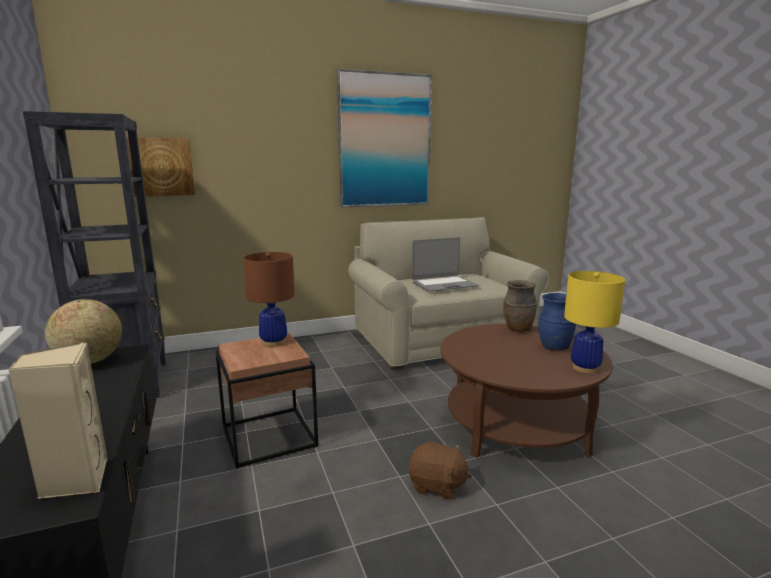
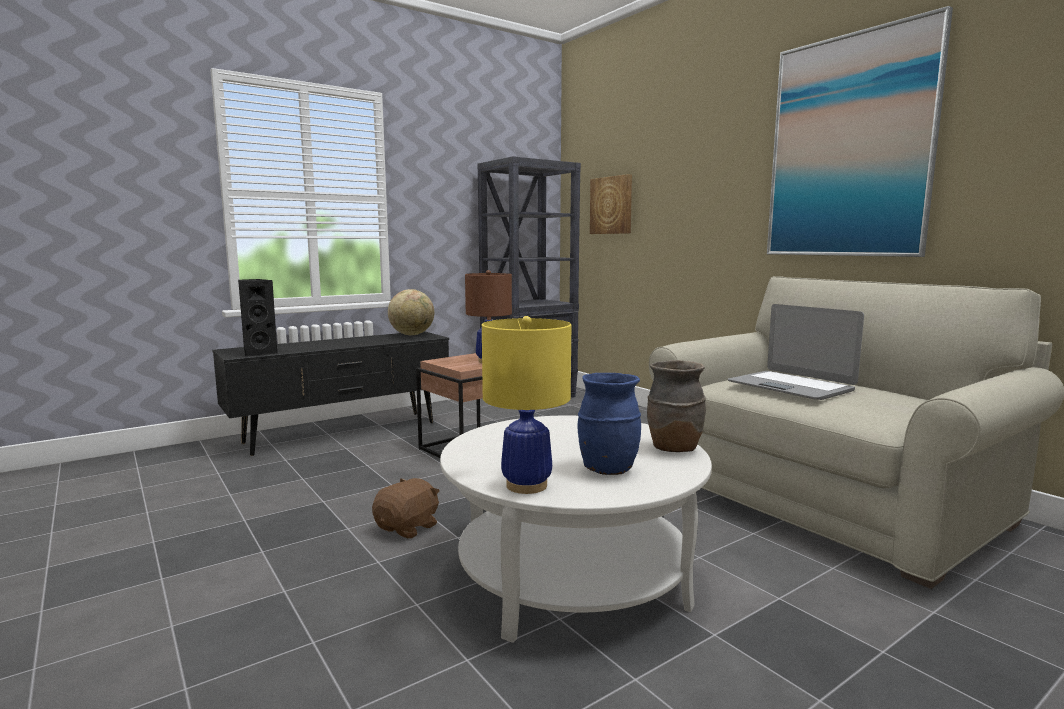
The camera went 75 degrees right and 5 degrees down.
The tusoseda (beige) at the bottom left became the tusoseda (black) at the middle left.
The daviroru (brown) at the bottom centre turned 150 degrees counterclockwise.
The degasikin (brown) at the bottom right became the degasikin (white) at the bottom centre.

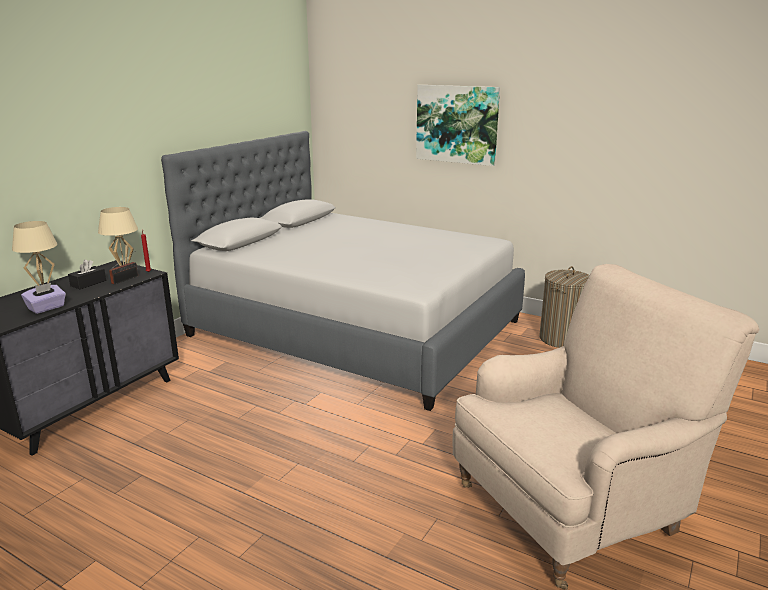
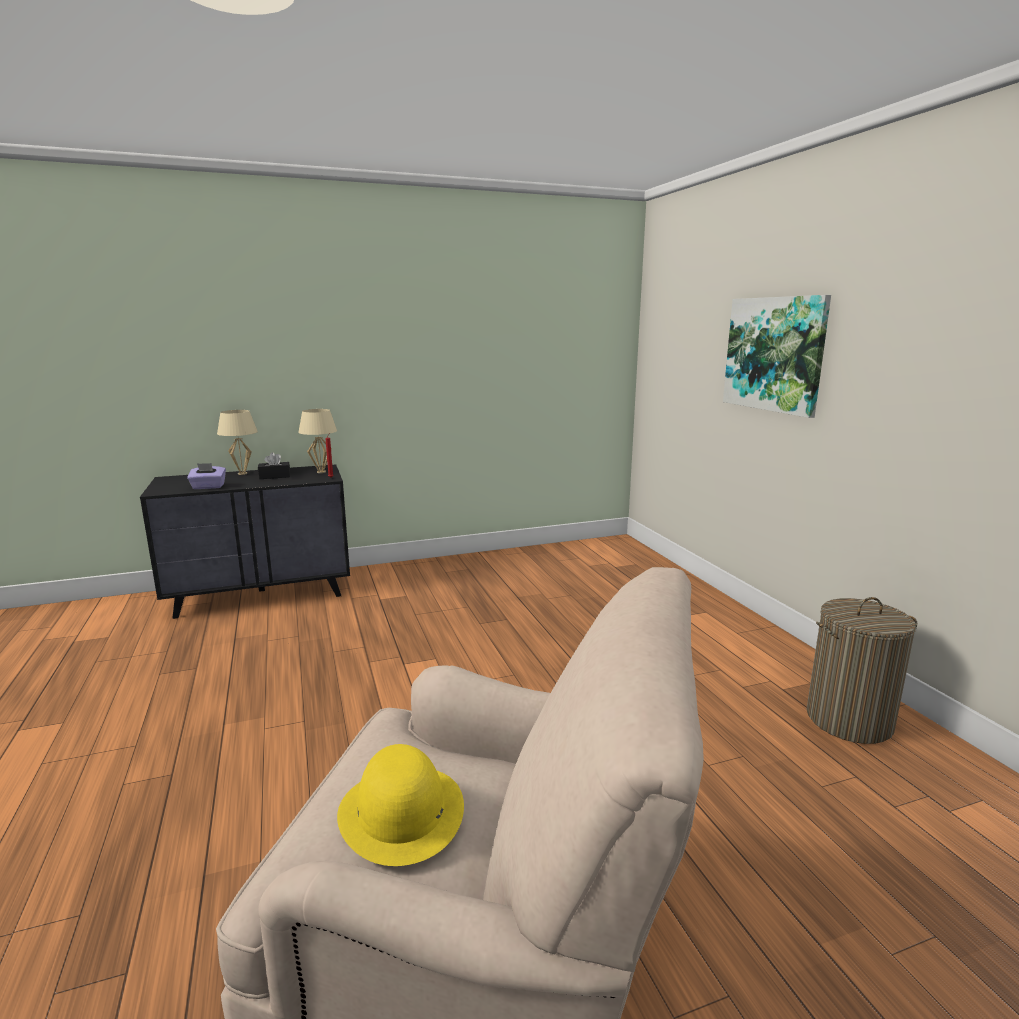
The camera went 40 degrees right and 5 degrees down.
The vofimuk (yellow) at the bottom centre appeared.
The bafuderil at the middle left disappeared.
The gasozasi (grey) at the centre disappeared.

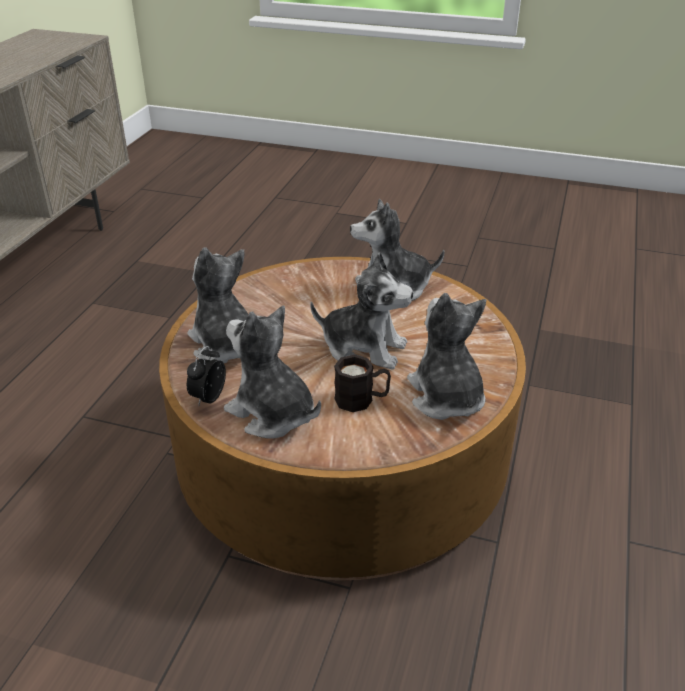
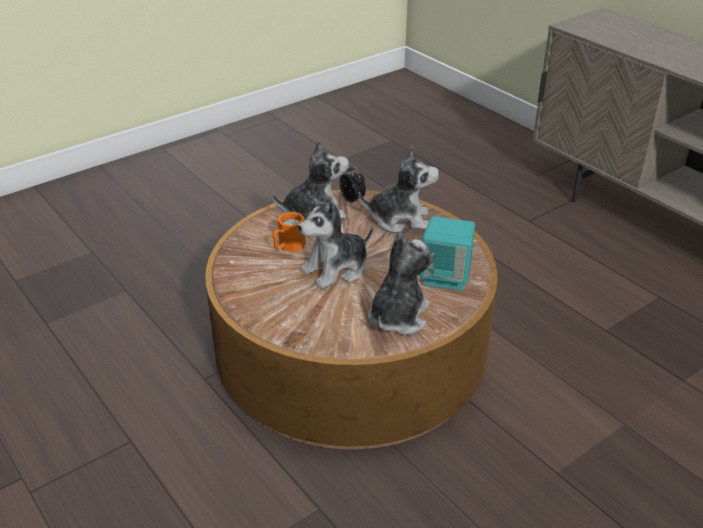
The camera went 125 degrees right and 0 degrees up.
The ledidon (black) at the centre became the ledidon (orange) at the centre.
The tusoseda (turquoise) at the centre appeared.
The daviroru (no. 5 from left) at the centre disappeared.

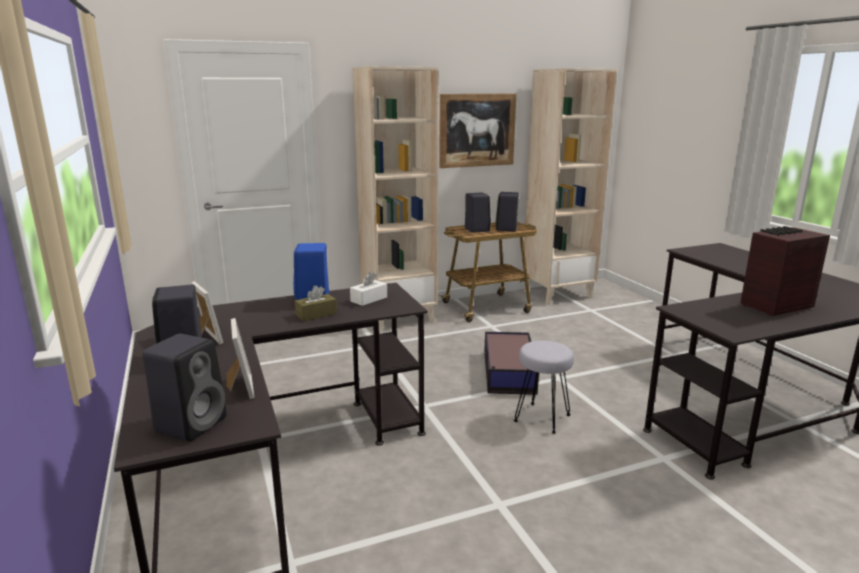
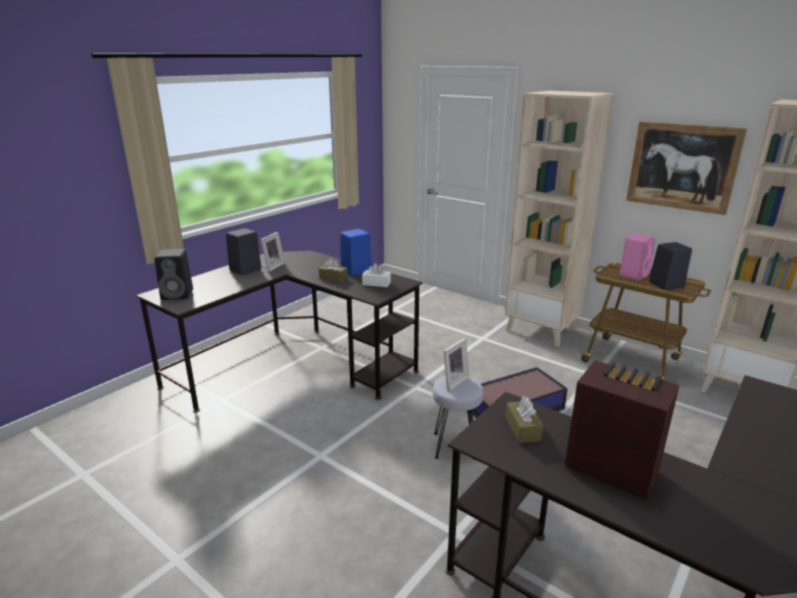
The camera went 60 degrees right and 5 degrees up.
The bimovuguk (no. 2 from left) moved from the middle left to the centre.
The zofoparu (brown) (no. 2 from left) at the bottom centre appeared.
The tusoseda (black) (no. 3 from left) at the centre became the tusoseda (pink) at the middle right.

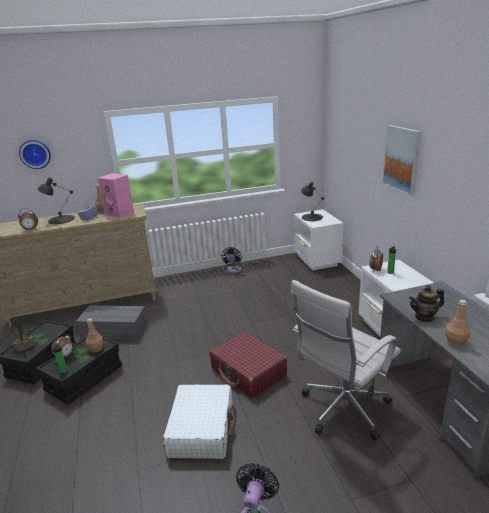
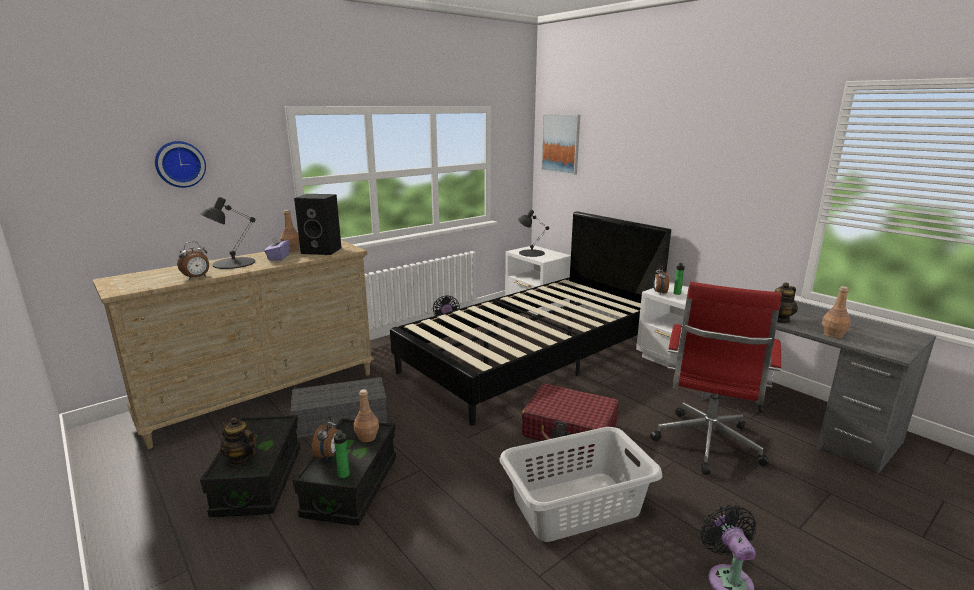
The camera went 25 degrees left and 5 degrees down.
The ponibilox at the middle left was replaced by the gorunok (no. 1 from left) at the bottom left.
The tusoseda (pink) at the middle left became the tusoseda (black) at the middle left.
The gasozasi (black) at the centre appeared.
The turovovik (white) at the bottom centre was replaced by the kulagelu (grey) at the bottom centre.
The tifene moved from the top right to the top centre.
The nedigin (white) at the bottom right became the nedigin (red) at the middle right.

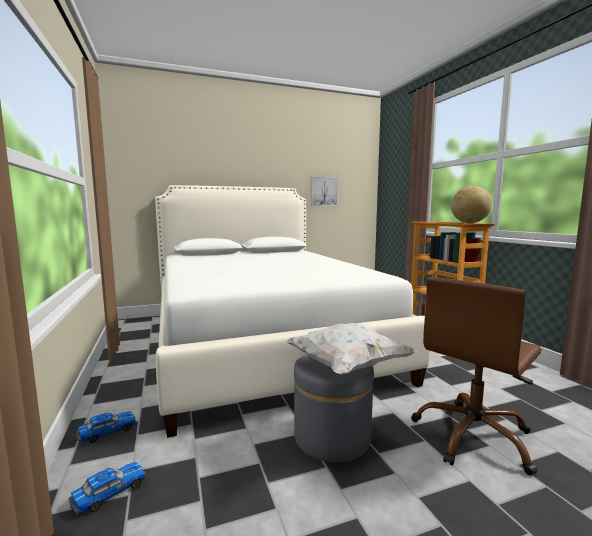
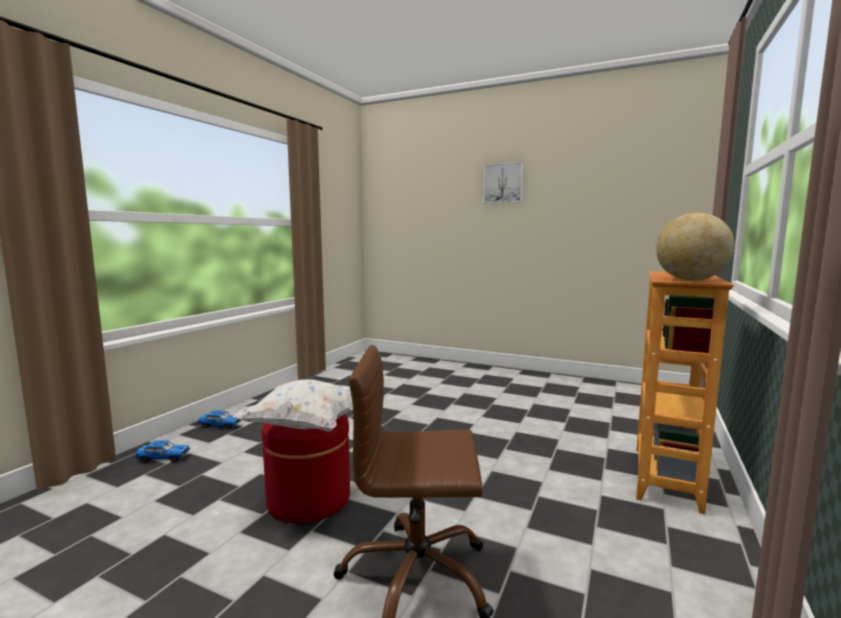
The camera went 45 degrees right and 0 degrees up.
The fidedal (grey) at the bottom centre became the fidedal (red) at the bottom centre.
The tifene moved from the centre to the top centre.
The gasozasi (white) at the centre disappeared.

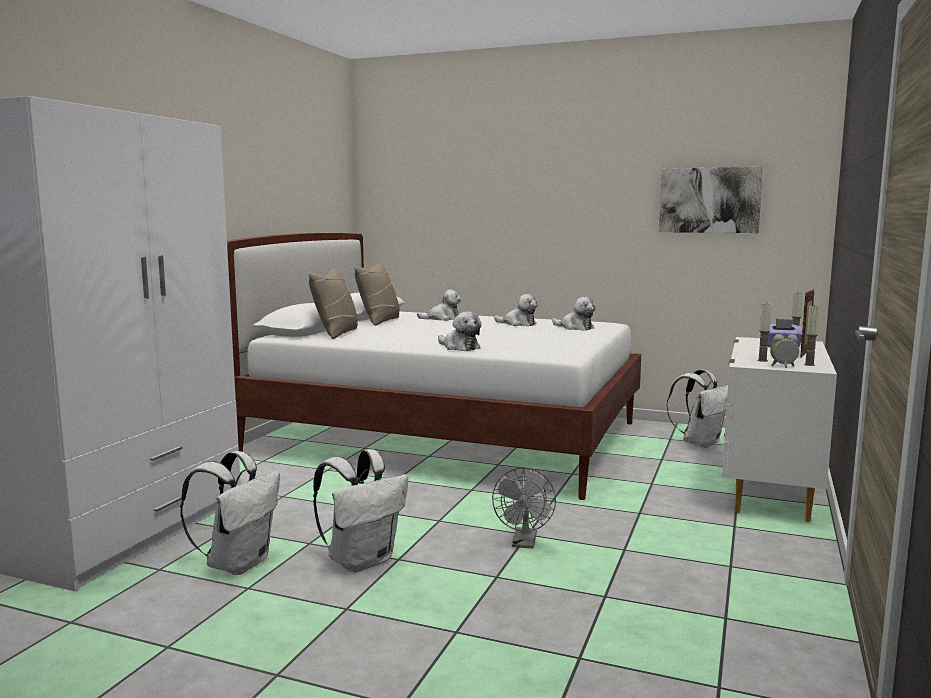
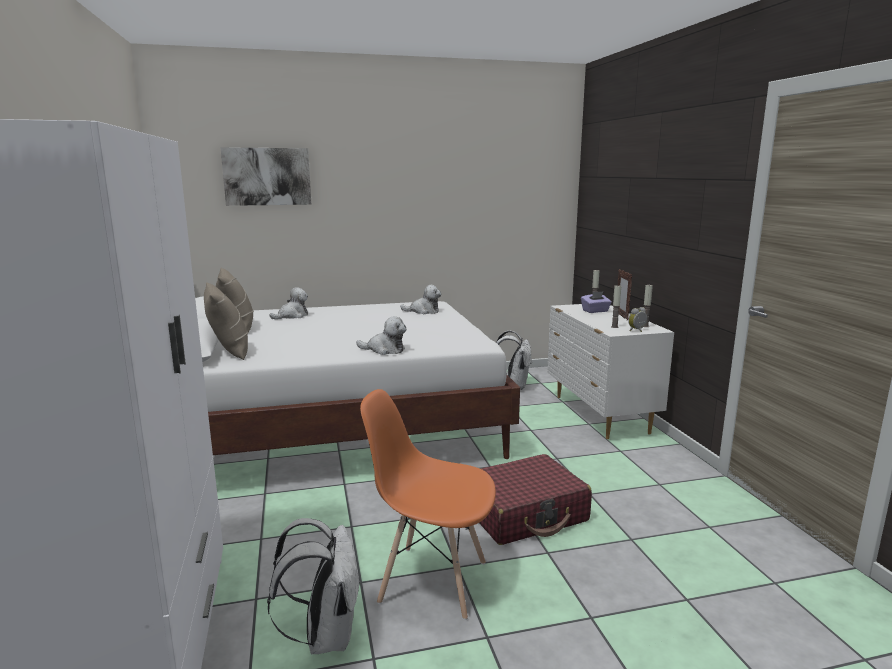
The camera went 35 degrees left and 5 degrees up.
The tifene moved from the top right to the top left.
The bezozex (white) (no. 2 from left) at the bottom centre was replaced by the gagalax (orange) at the bottom centre.
The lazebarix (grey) at the bottom centre was replaced by the turovovik (red) at the bottom centre.
The daviroru (no. 3 from left) at the centre disappeared.

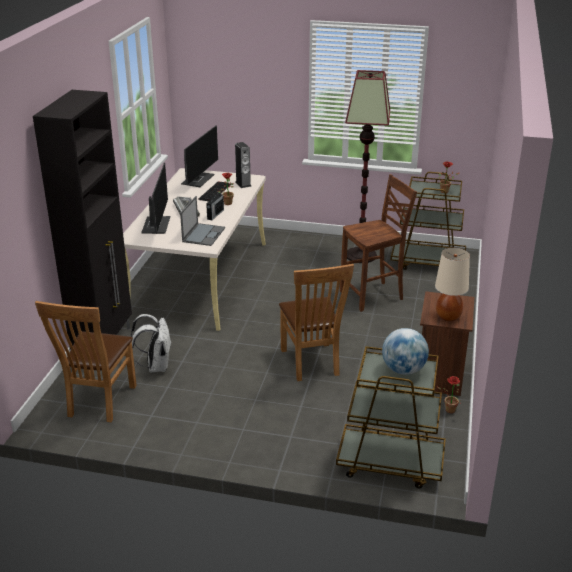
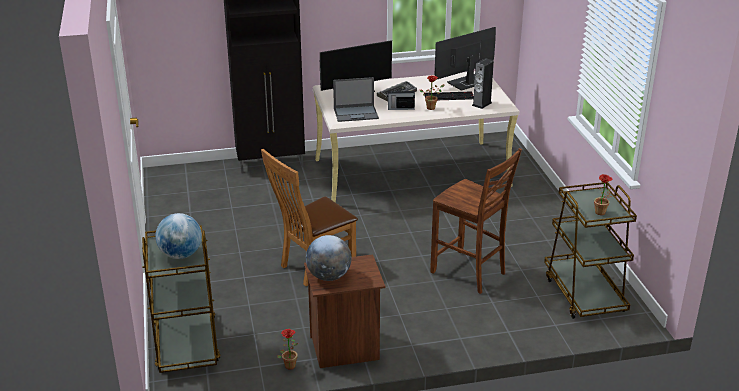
The camera went 65 degrees right and 0 degrees up.
The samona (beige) at the middle right was replaced by the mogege (no. 2 from left) at the centre.
The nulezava (no. 2 from left) at the top centre turned 150 degrees clockwise.
The gagalax (brown) (no. 1 from left) at the middle left disappeared.
The bezozex (white) at the middle left disappeared.
The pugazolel at the top centre disappeared.

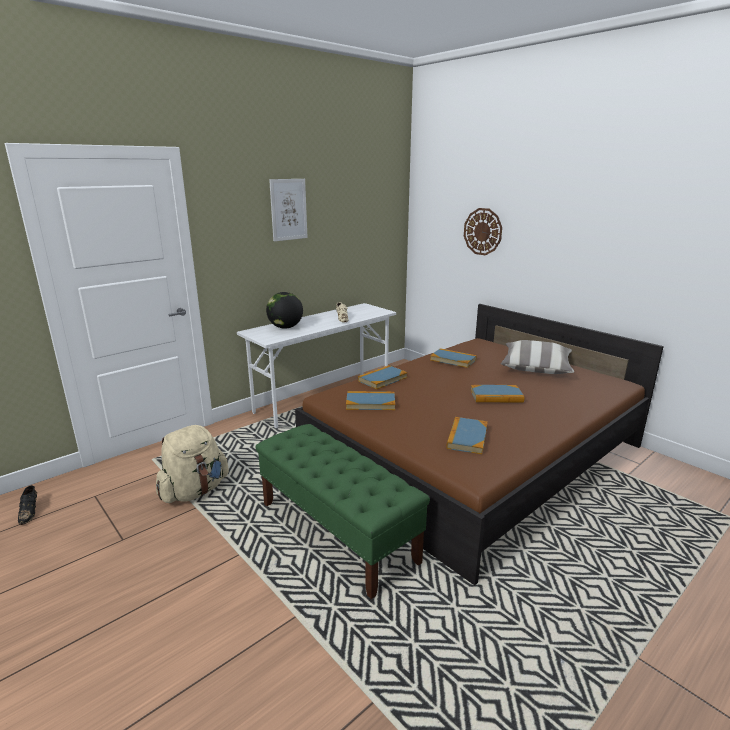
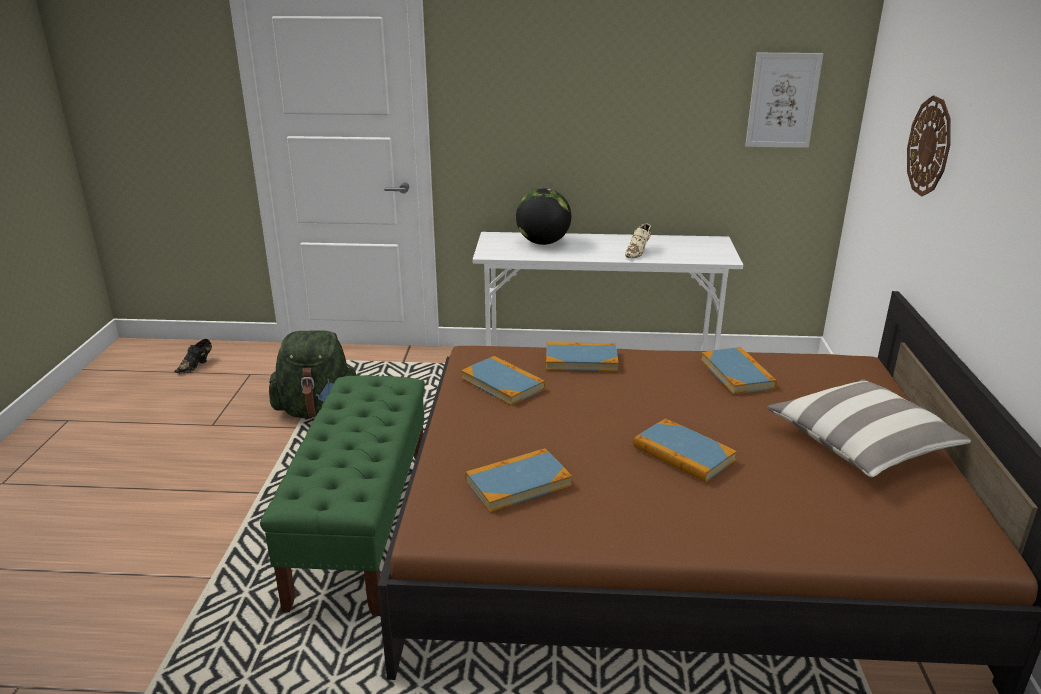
The camera went 45 degrees right and 5 degrees up.
The bezozex (beige) at the middle left became the bezozex (green) at the middle left.
The tifene moved from the top centre to the top right.

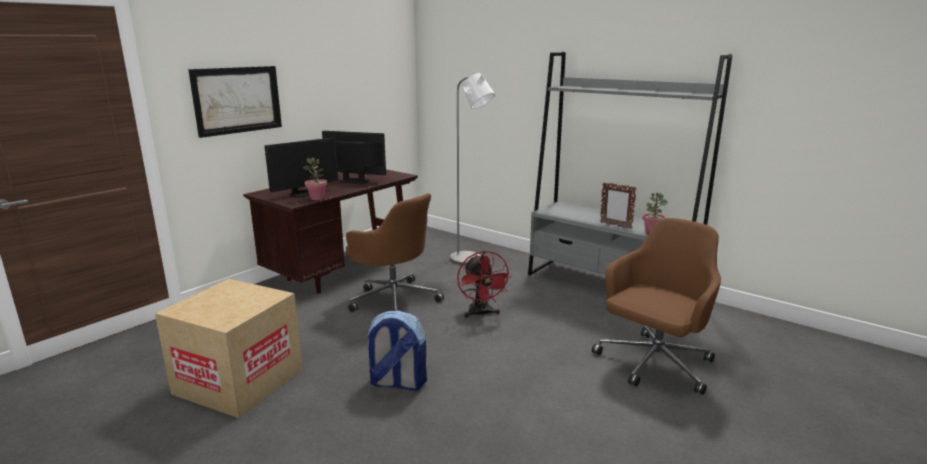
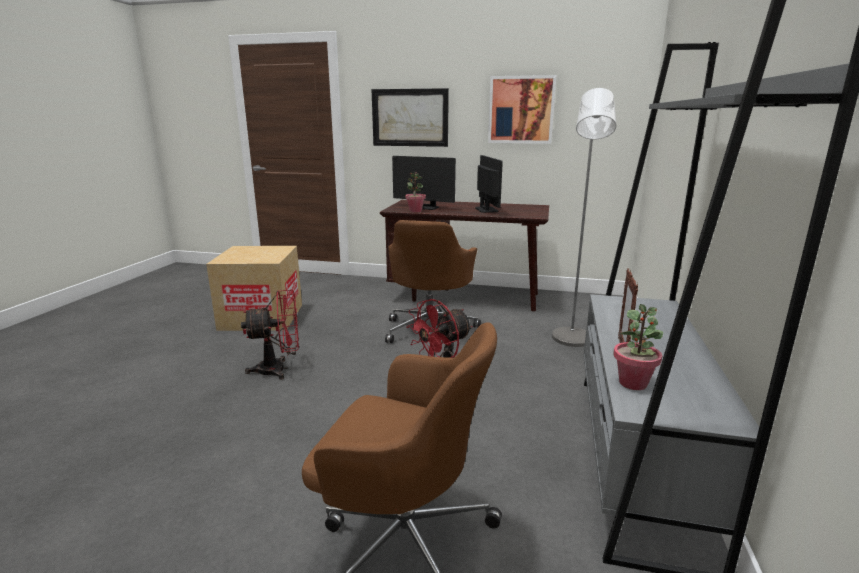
The camera went 65 degrees right and 0 degrees up.
The bezozex at the bottom centre was replaced by the lazebarix (red) (no. 1 from left) at the middle left.
The tifene (no. 2 from left) at the top centre appeared.

